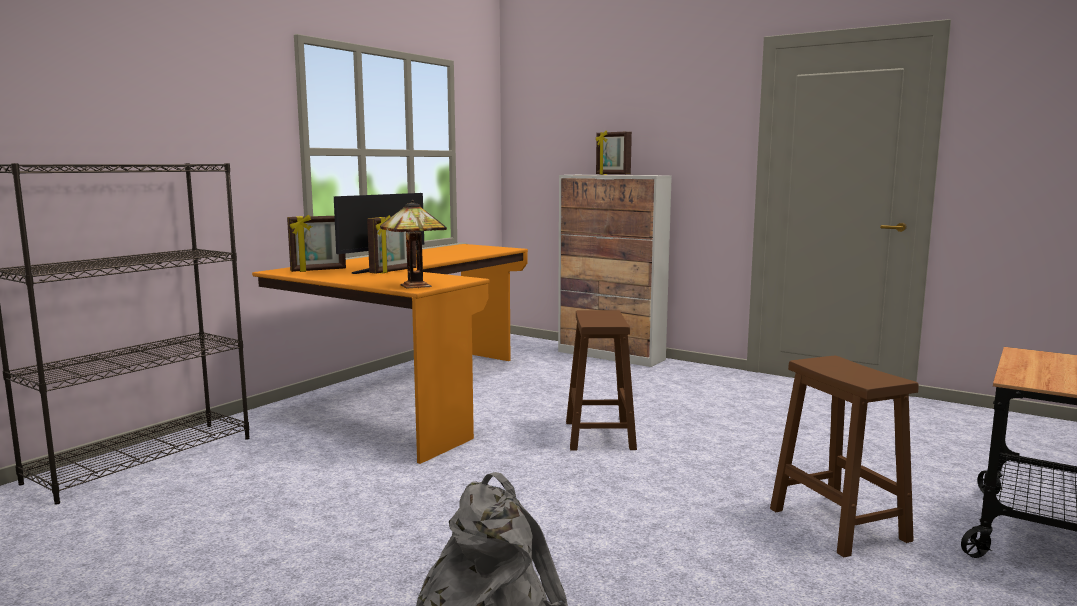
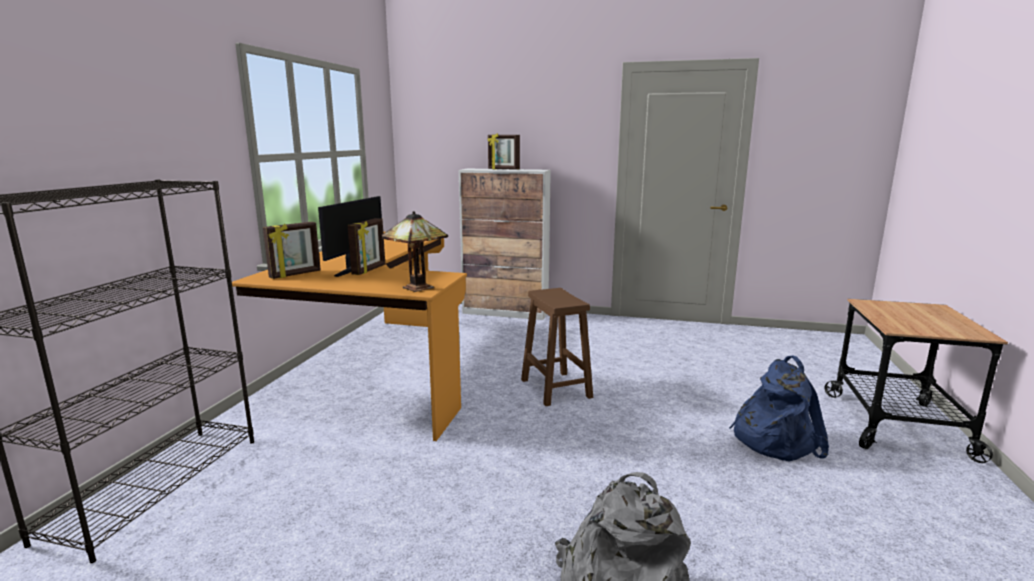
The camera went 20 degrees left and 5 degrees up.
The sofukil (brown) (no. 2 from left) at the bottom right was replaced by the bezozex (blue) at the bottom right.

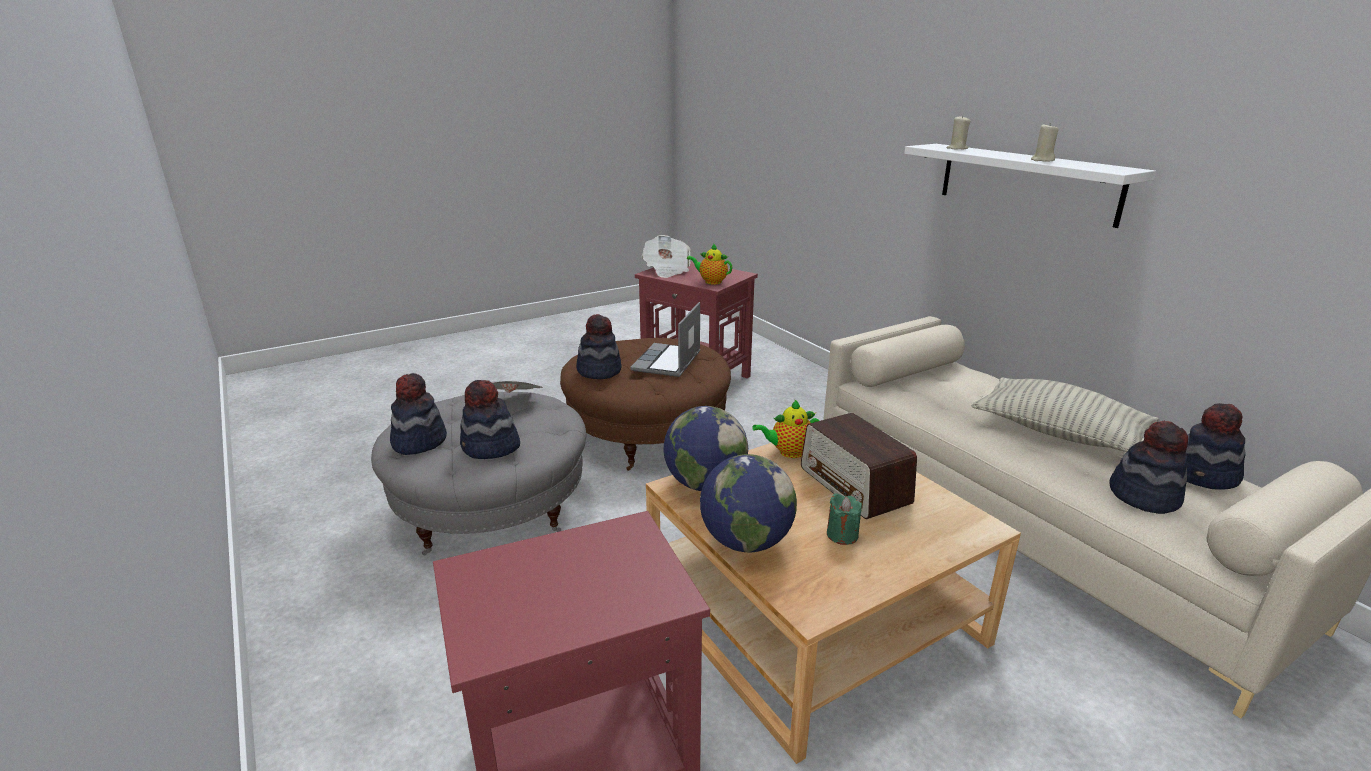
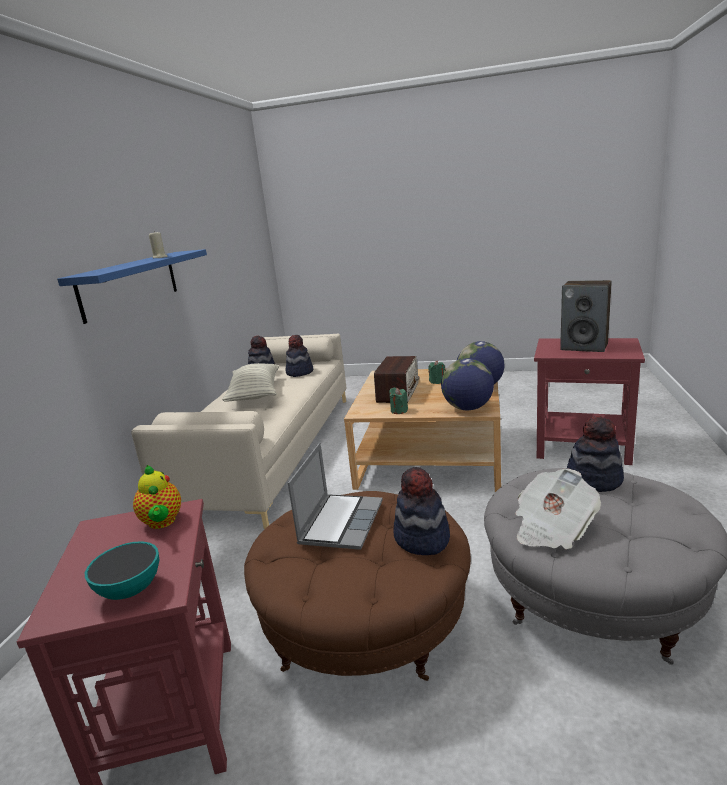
The camera went 135 degrees left and 5 degrees down.
The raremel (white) at the top right became the raremel (blue) at the middle left.
The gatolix (no. 2 from left) at the top centre was replaced by the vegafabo at the bottom left.
The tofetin at the centre turned 45 degrees counterclockwise.
The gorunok (no. 2 from left) at the centre was replaced by the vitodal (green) (no. 1 from left) at the centre.
The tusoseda at the middle right appeared.
The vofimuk (no. 1 from left) at the middle left disappeared.
The vitodal (beige) (no. 1 from left) at the top right disappeared.

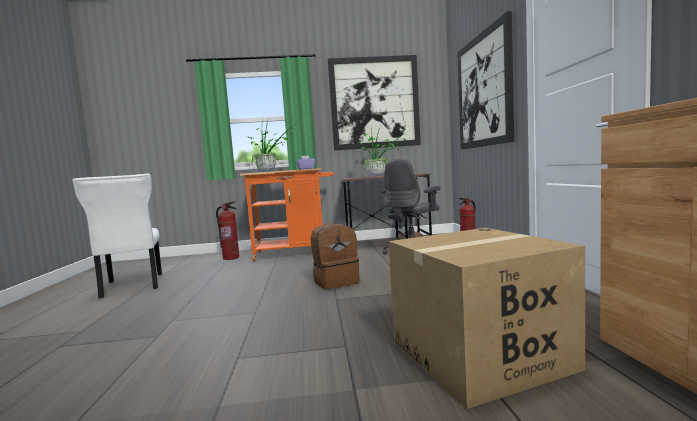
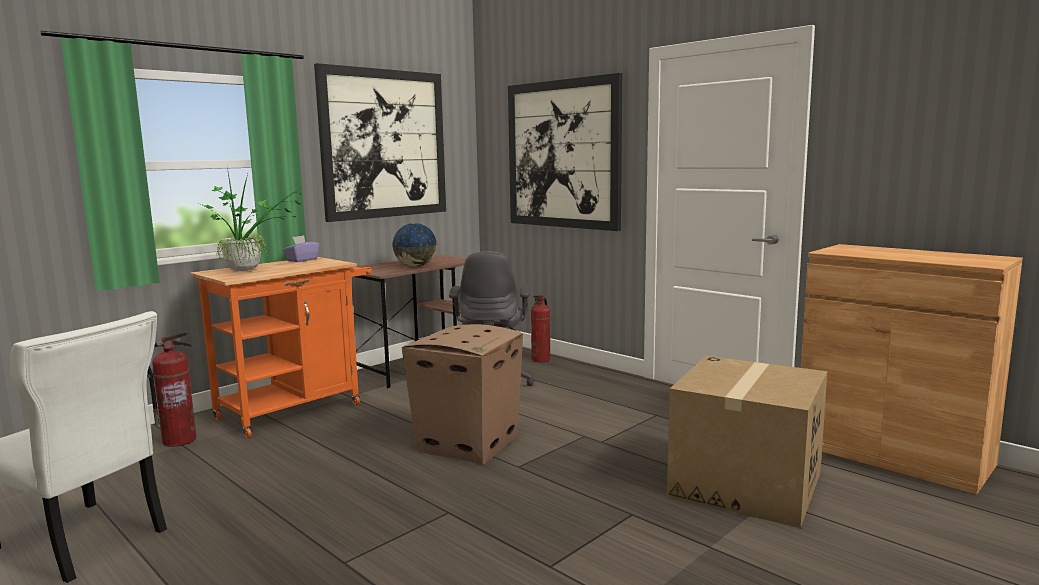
The camera went 40 degrees left and 5 degrees up.
The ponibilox (no. 2 from left) at the centre was replaced by the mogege at the centre.
The bezozex (brown) at the centre was replaced by the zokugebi (no. 1 from left) at the bottom centre.

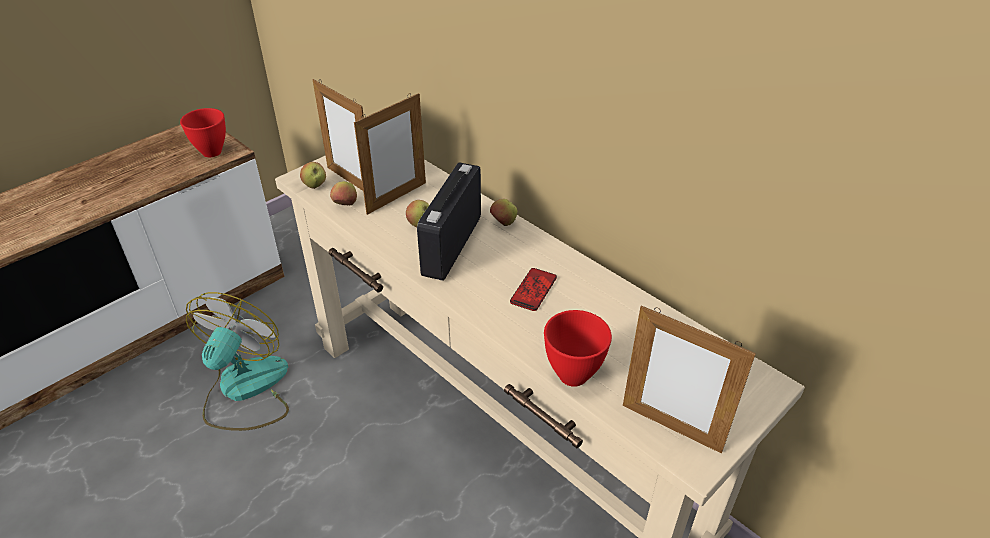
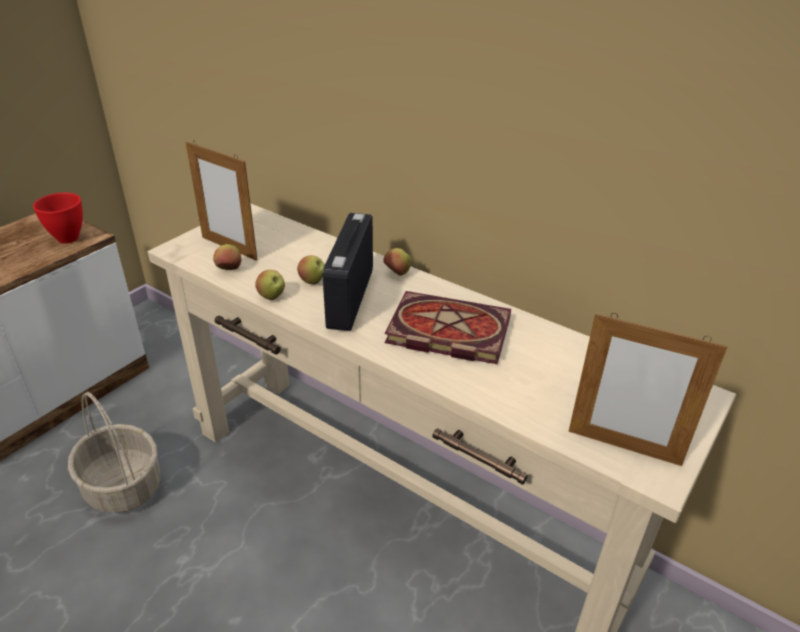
The camera went 10 degrees left and 5 degrees down.
The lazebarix at the bottom left was replaced by the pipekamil at the bottom left.
The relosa (no. 1 from left in the first image) moved from the top left to the centre.
The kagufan at the centre was replaced by the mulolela at the centre.
The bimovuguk (no. 2 from left) at the top centre disappeared.
The vegafabo (red) (no. 2 from left) at the centre disappeared.

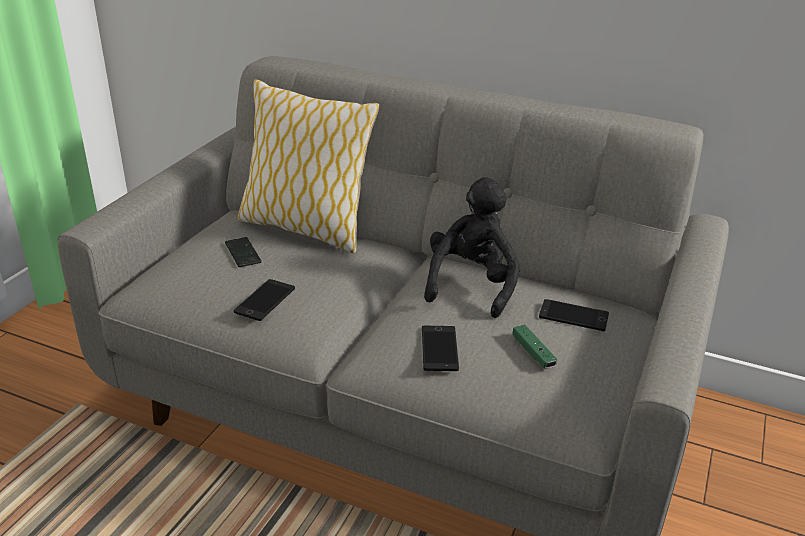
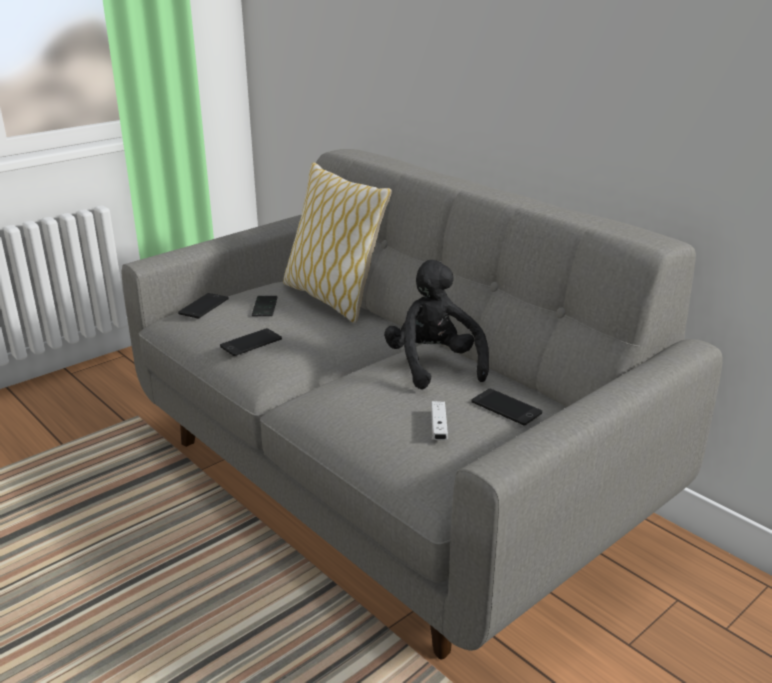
The camera went 25 degrees right and 5 degrees down.
The kagufan (no. 3 from left in the first image) moved from the centre to the middle left.
The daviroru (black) at the centre turned 60 degrees counterclockwise.
The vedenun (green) at the centre became the vedenun (white) at the centre.

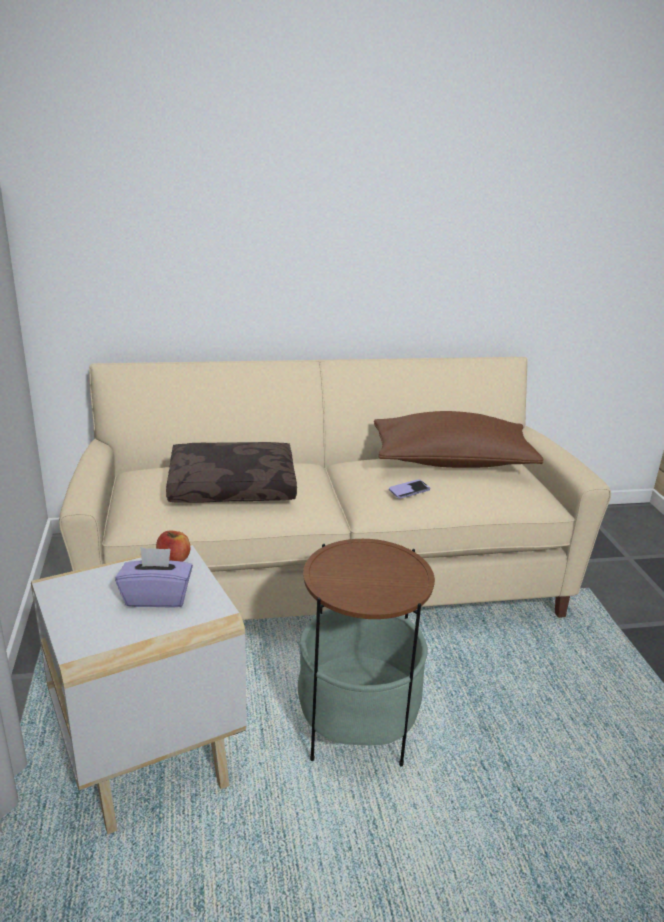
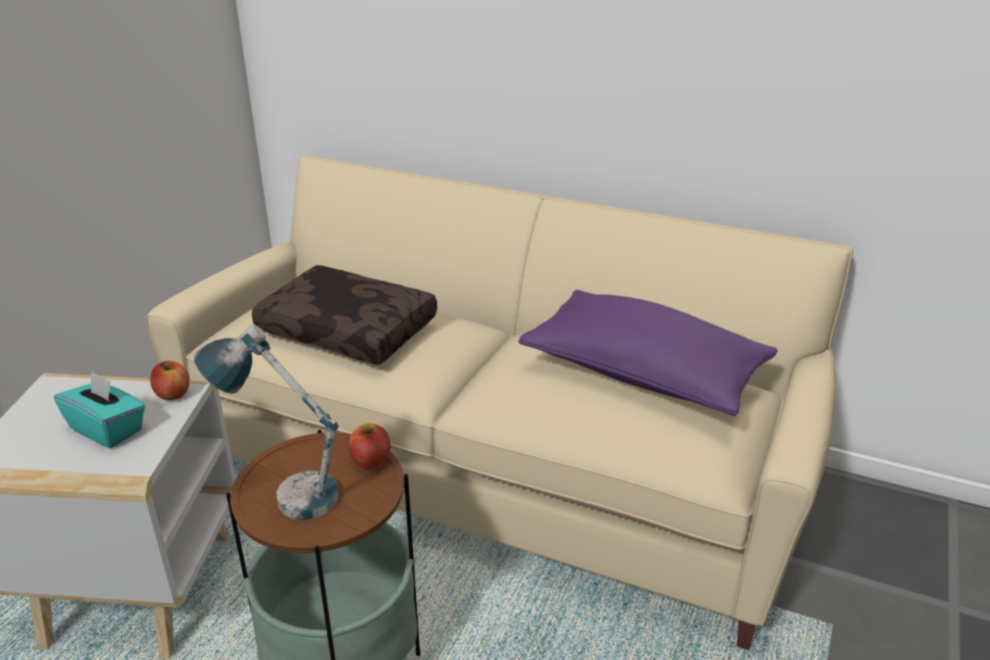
The camera went 35 degrees right and 5 degrees up.
The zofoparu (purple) at the middle left became the zofoparu (turquoise) at the middle left.
The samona at the middle left appeared.
The relosa (no. 2 from left) at the bottom centre appeared.
The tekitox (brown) (no. 2 from left) at the middle right became the tekitox (purple) at the centre.
The kagufan at the centre disappeared.

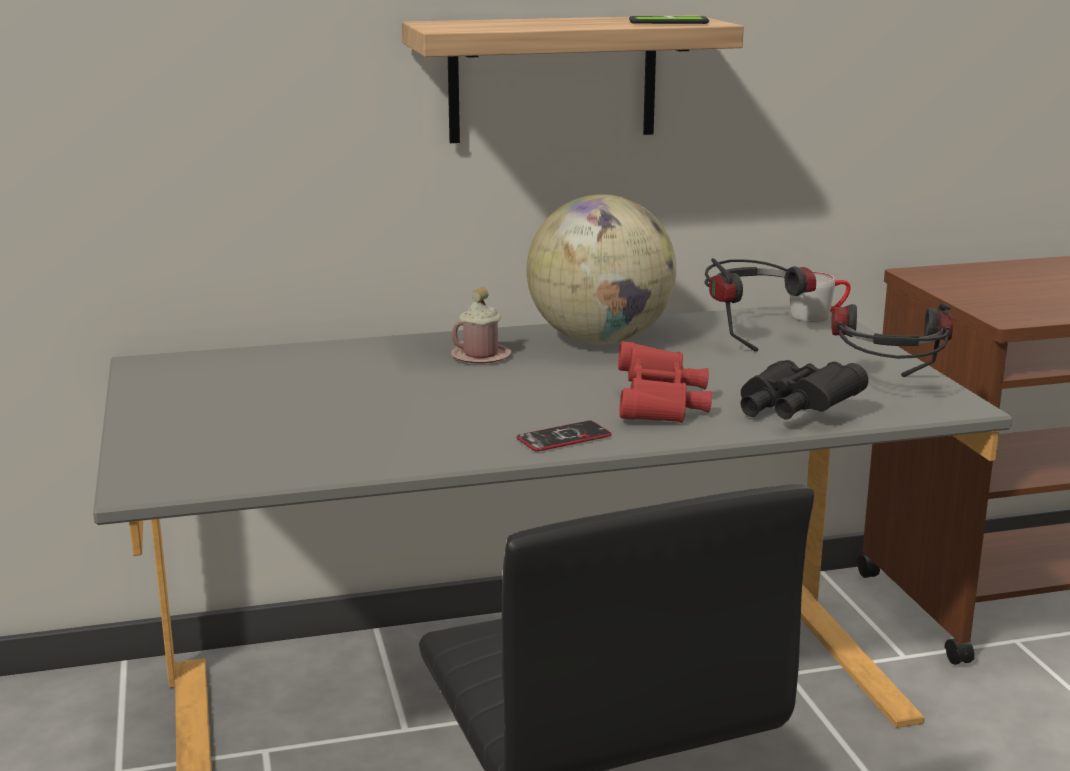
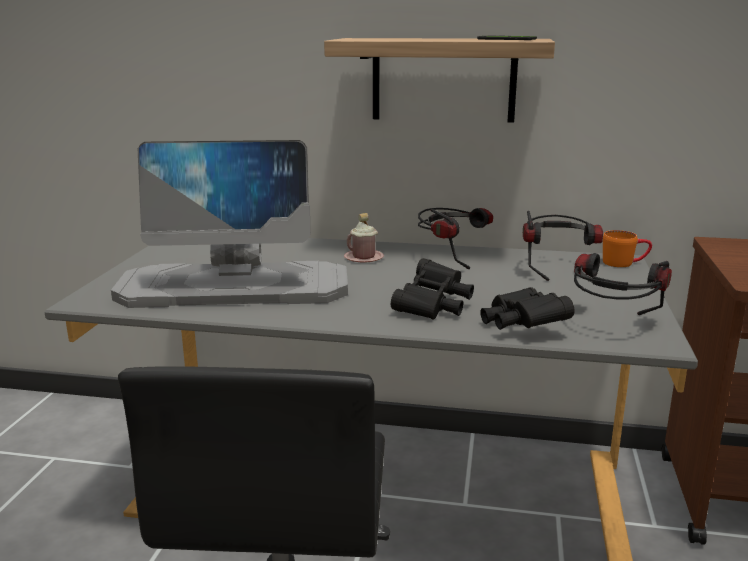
The camera went 25 degrees right and 0 degrees up.
The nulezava at the middle left appeared.
The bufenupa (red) at the centre became the bufenupa (black) (no. 1 from left) at the centre.
The mogege at the centre was replaced by the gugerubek (no. 1 from left) at the centre.
The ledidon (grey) at the middle right became the ledidon (orange) at the middle right.
The kagufan (no. 1 from left) at the centre disappeared.

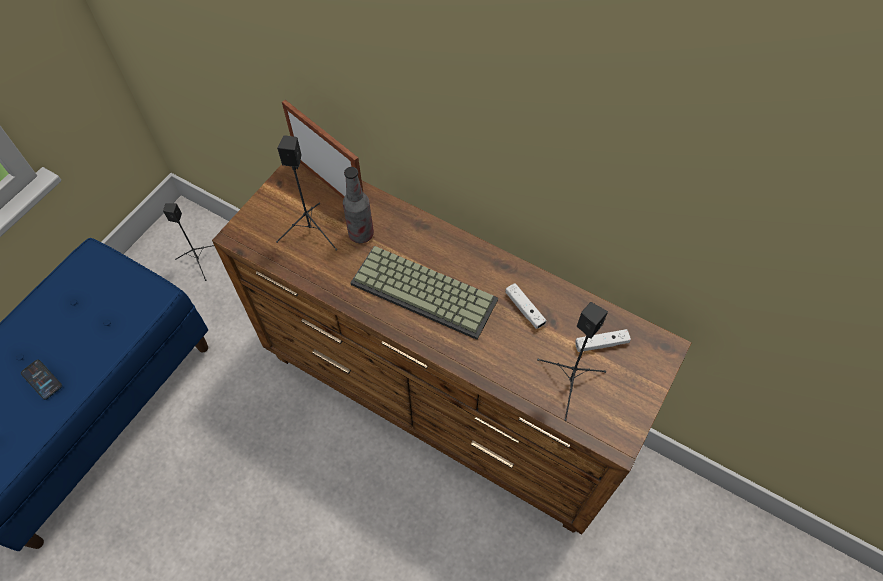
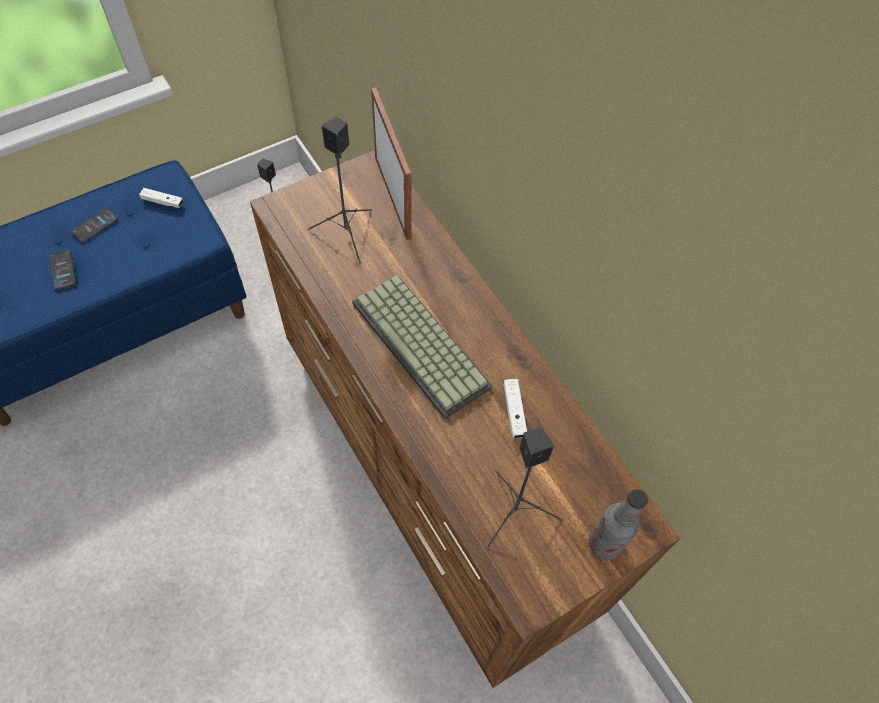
The camera went 25 degrees right and 0 degrees up.
The kagufan (no. 2 from left) at the top left appeared.
The vedenun (white) (no. 2 from left in the first image) moved from the middle right to the top left.
The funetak moved from the centre to the bottom right.

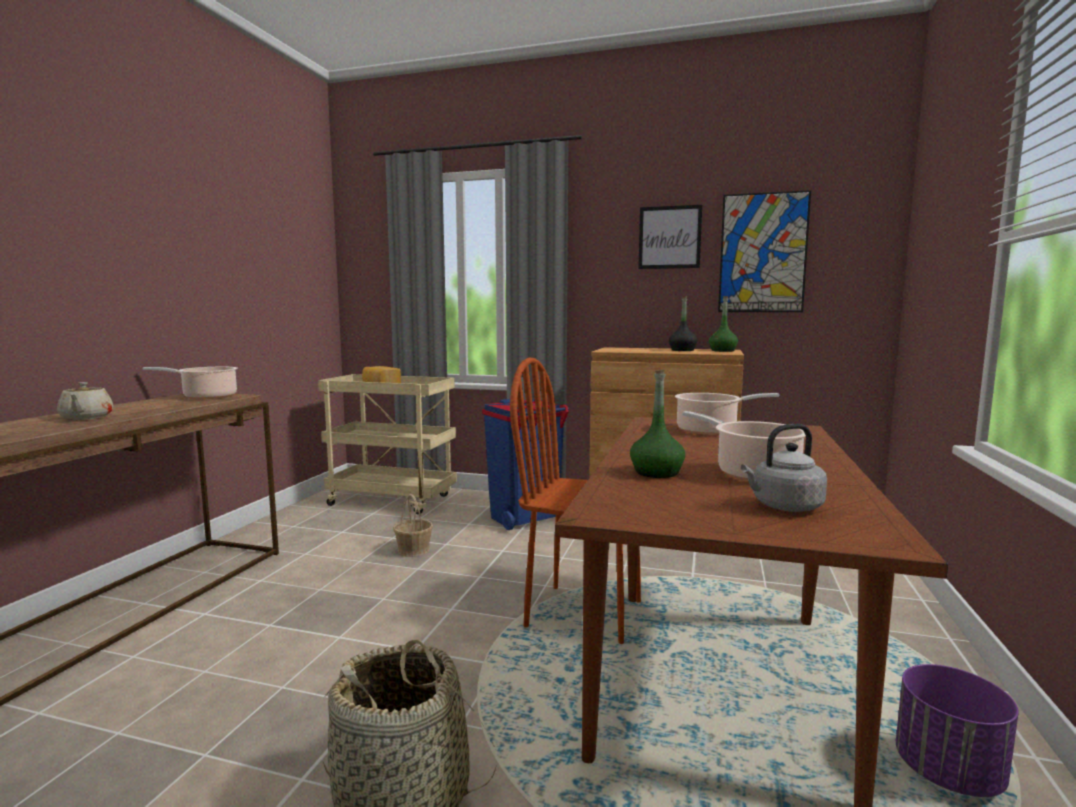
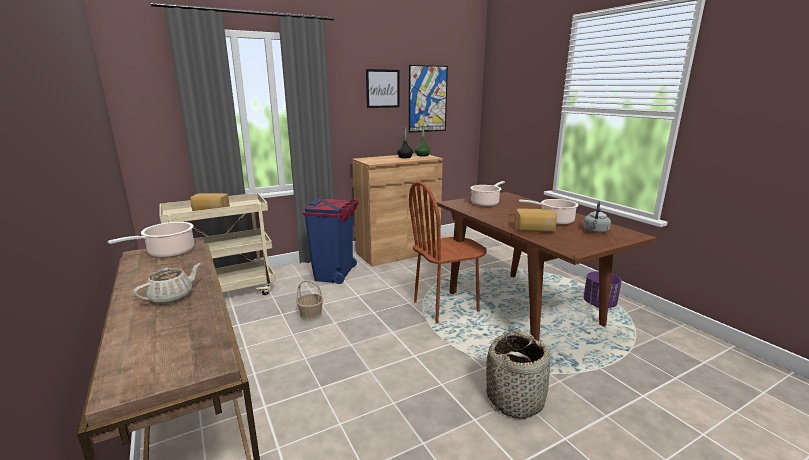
The camera went 45 degrees left and 10 degrees up.
The gorunok (beige) at the middle left turned 75 degrees counterclockwise.
The funetak (green) (no. 1 from left) at the centre was replaced by the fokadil (no. 2 from left) at the centre.

